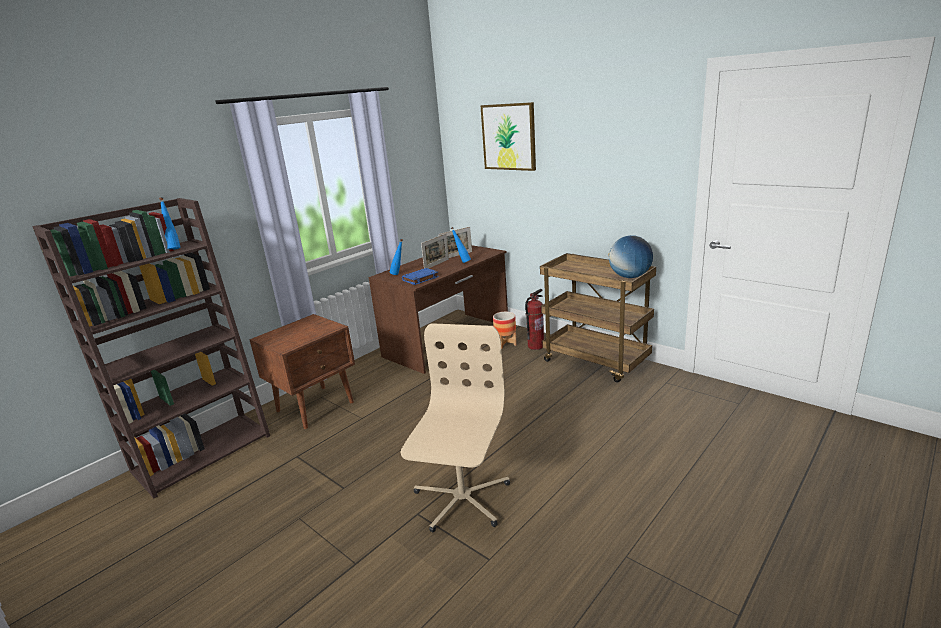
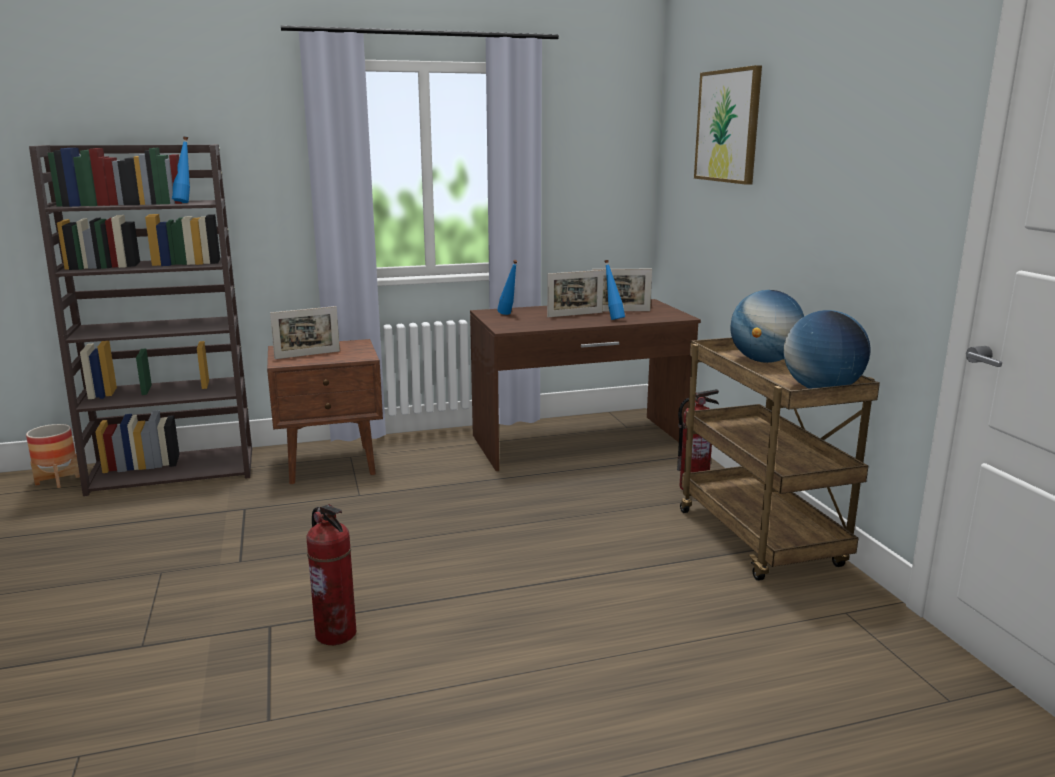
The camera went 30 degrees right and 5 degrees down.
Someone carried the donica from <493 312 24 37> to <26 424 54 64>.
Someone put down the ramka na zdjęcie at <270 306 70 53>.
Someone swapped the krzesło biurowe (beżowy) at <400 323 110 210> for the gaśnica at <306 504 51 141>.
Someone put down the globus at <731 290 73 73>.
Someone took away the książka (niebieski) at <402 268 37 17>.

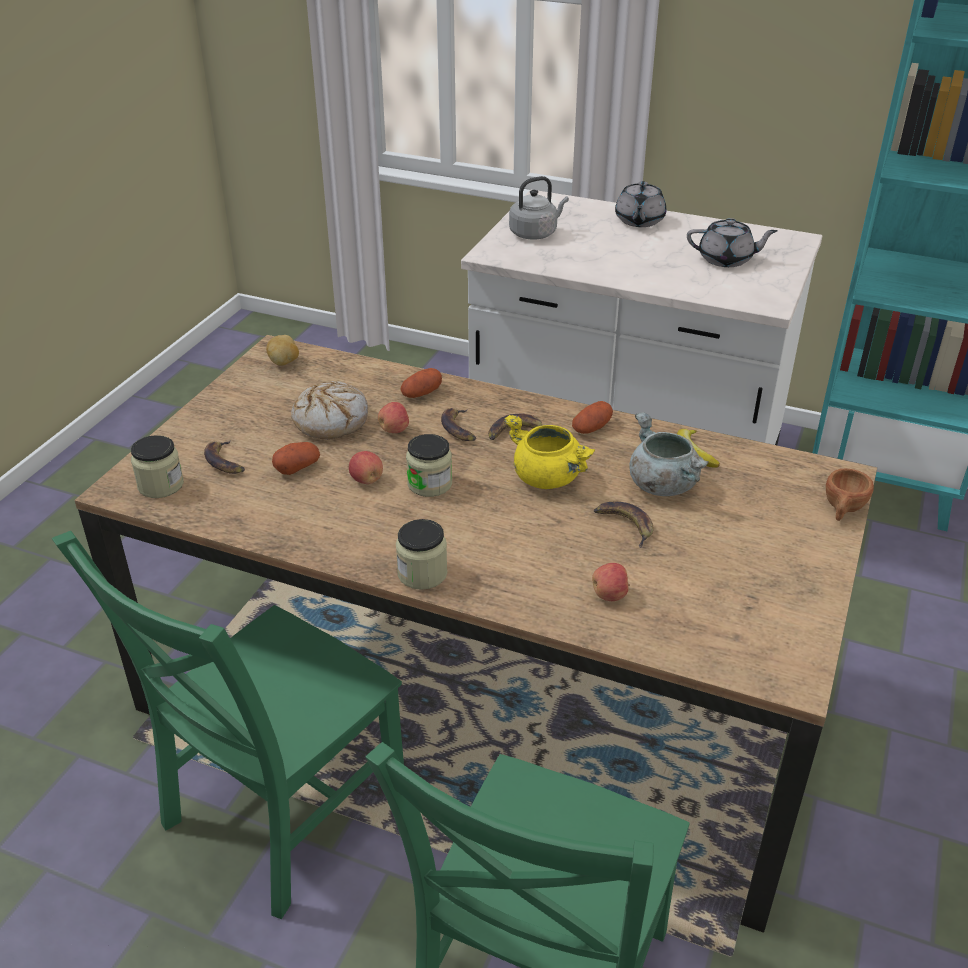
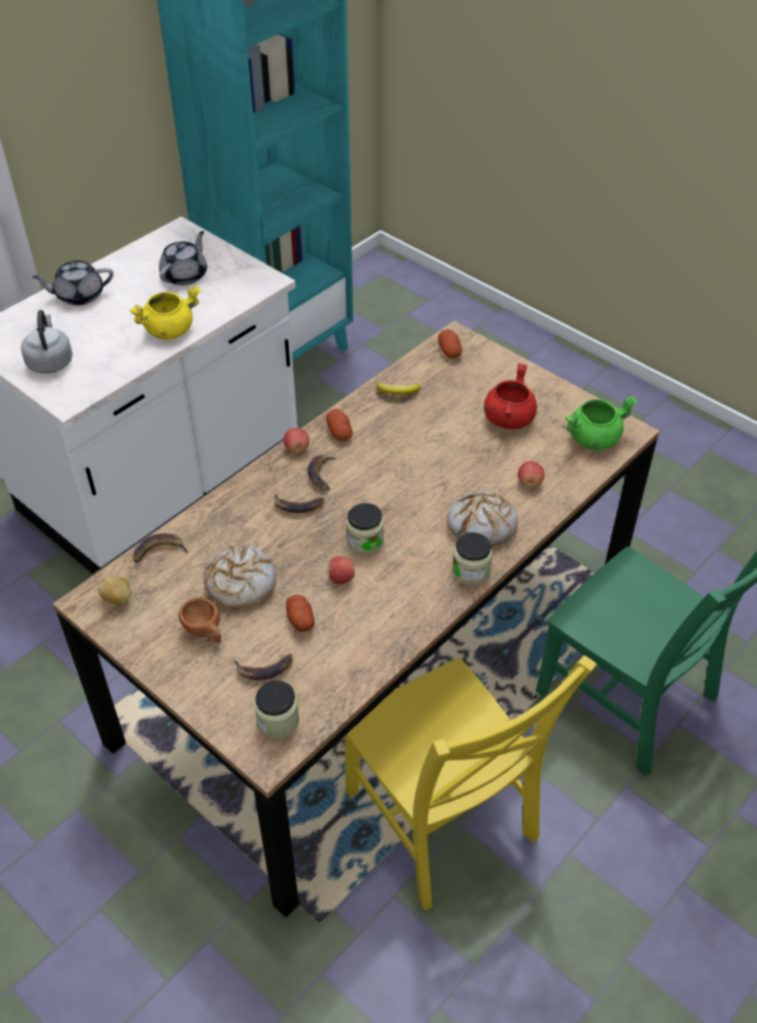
The camera went 70 degrees left and 10 degrees up.
Someone rotated the imbryk (szary) at <615 181 51 46> by 135 degrees clockwise.
Someone carried the garnek (żółty) from <504 415 91 74> to <130 285 71 55>.
Someone carried the banan from <594 502 60 46> to <133 533 56 30>.
Someone carried the filiżanka (brązowy) from <826 469 48 52> to <178 597 43 47>.
Someone carried the jabłko from <378 402 31 31> to <283 428 26 25>.
Someone repainted the krzesło (zielony) at <52 531 352 388>, which became the krzesło (żółty) at <344 655 253 255>.
Someone carried the ziemniak from <400 368 42 30> to <438 329 24 29>.
Someone put down the chleb at <447 491 71 55>.
Someone put down the garnek (czerwony) at <484 363 53 66>.
Someone put down the garnek (zielony) at <565 396 73 54>.
Someone took away the garnek (szary) at <630 412 79 84>.

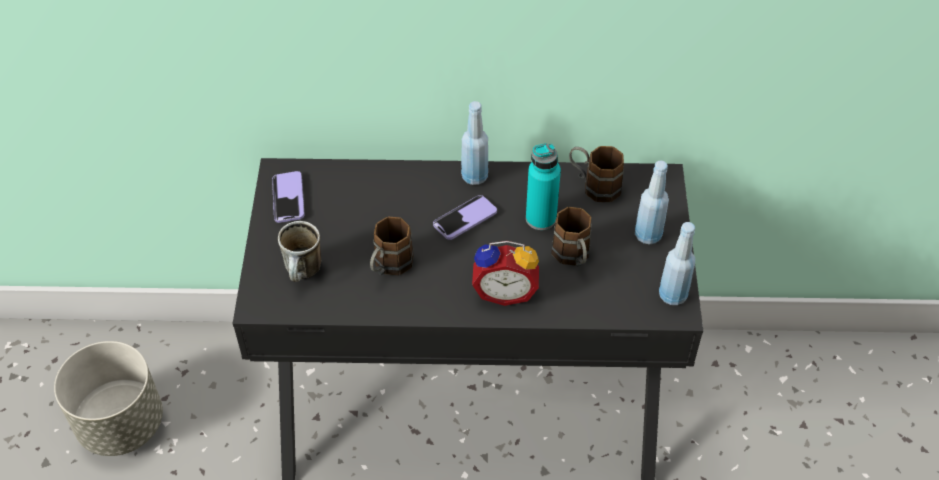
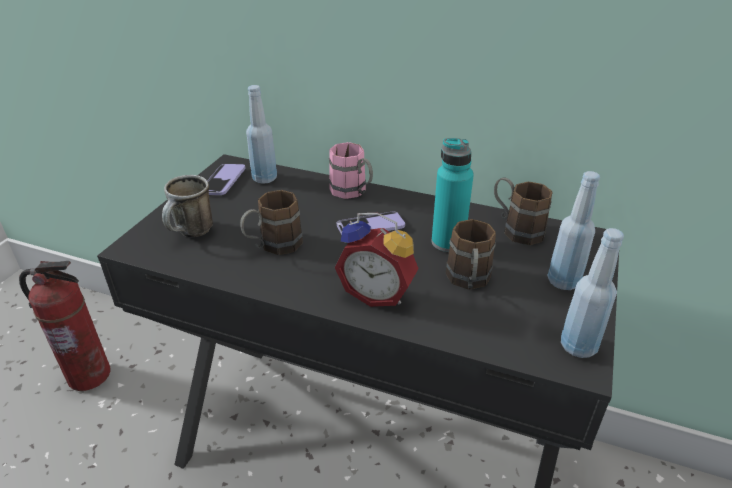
The camera went 20 degrees right and 15 degrees down.
Someone swapped the donica (szary) at <54 341 109 115> for the gaśnica at <19 261 91 130>.
Someone carried the butelka (niebieski) from <461 101 27 84> to <246 85 31 99>.
Someone put down the kubek (różowy) at <329 142 44 57>.

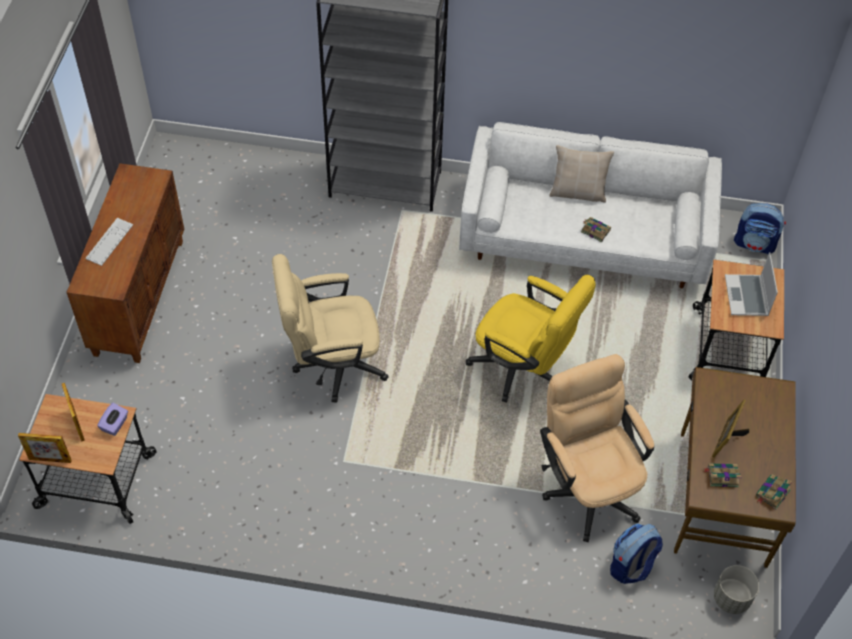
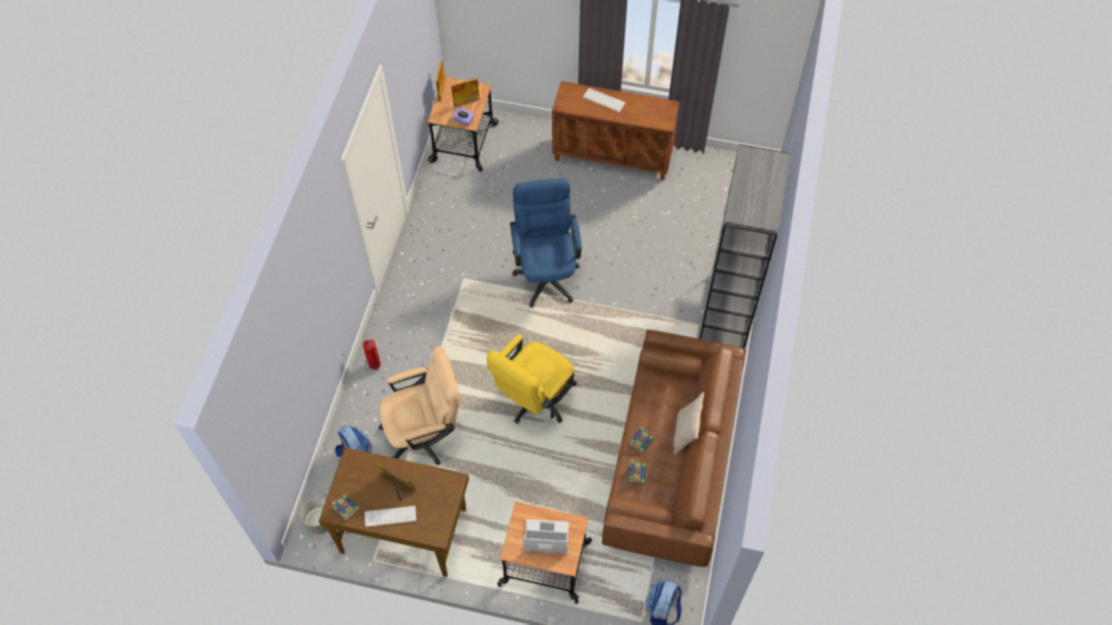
The camera went 95 degrees right and 5 degrees up.
Someone put down the gaśnica at <363 330 18 40>.
Someone put down the klawiatura at <365 506 51 21>.
Someone repainted the krzesło biurowe (beżowy) at <272 254 117 149>, which became the krzesło biurowe (niebieski) at <510 178 72 130>.
Someone repainted the kanapa (biały) at <459 122 263 166>, which became the kanapa (brązowy) at <602 330 144 237>.
Someone carried the książka from <704 463 38 24> to <627 460 19 25>.

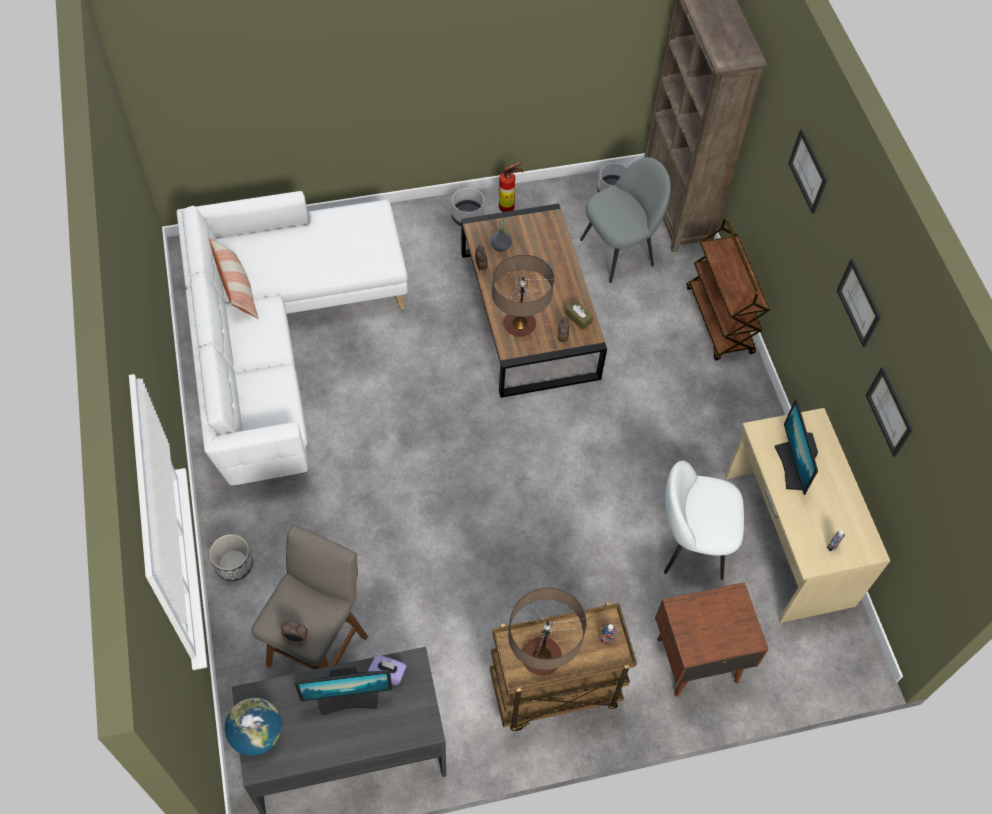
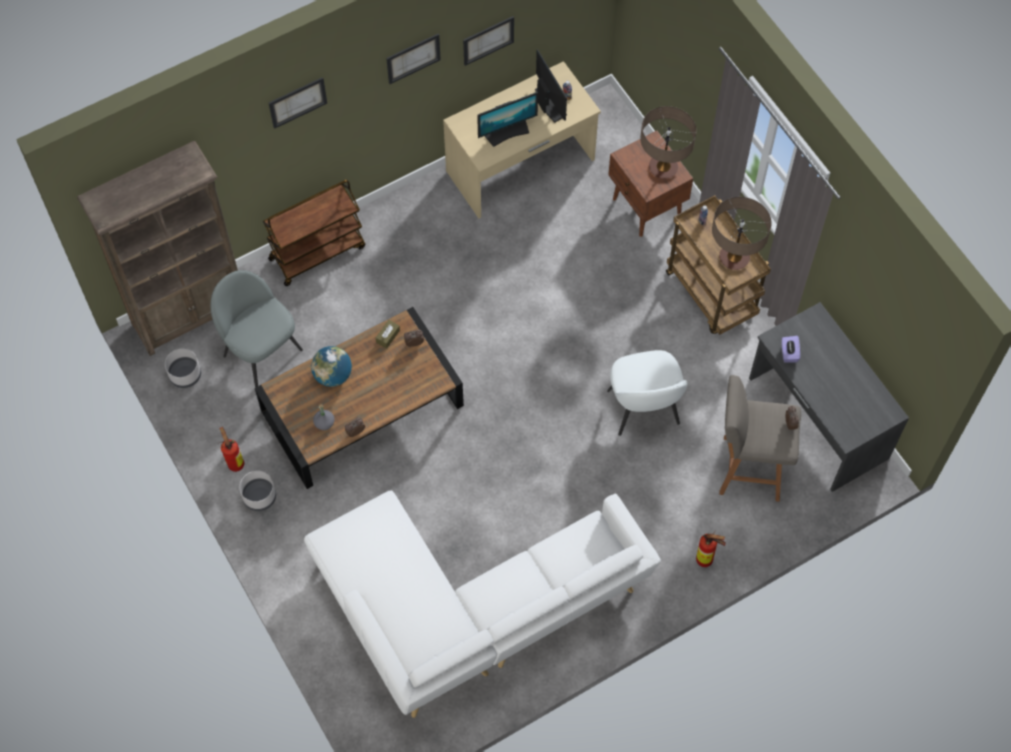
The camera went 105 degrees left and 5 degrees up.
Someone carried the globus from <225 698 57 58> to <311 346 41 41>.
Someone carried the monitor from <294 667 98 49> to <535 49 32 74>.
Someone carried the krzesło (biały) from <664 461 80 119> to <607 350 81 86>.
Someone carried the lampa stołowa from <492 255 62 82> to <640 106 56 73>.
Someone swapped the donica at <209 534 44 47> for the gaśnica at <696 531 30 36>.
Someone took away the poduszka at <208 238 51 81>.

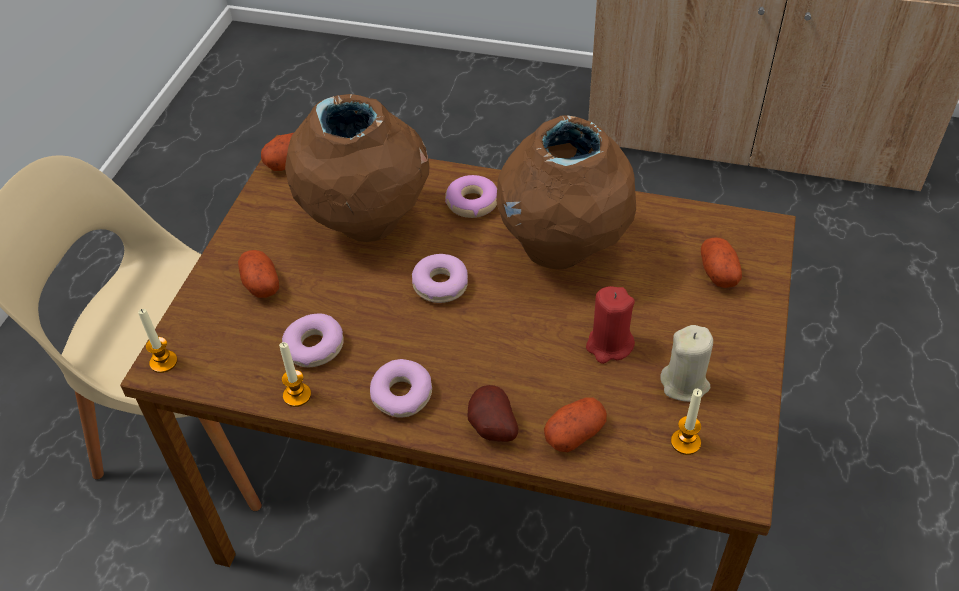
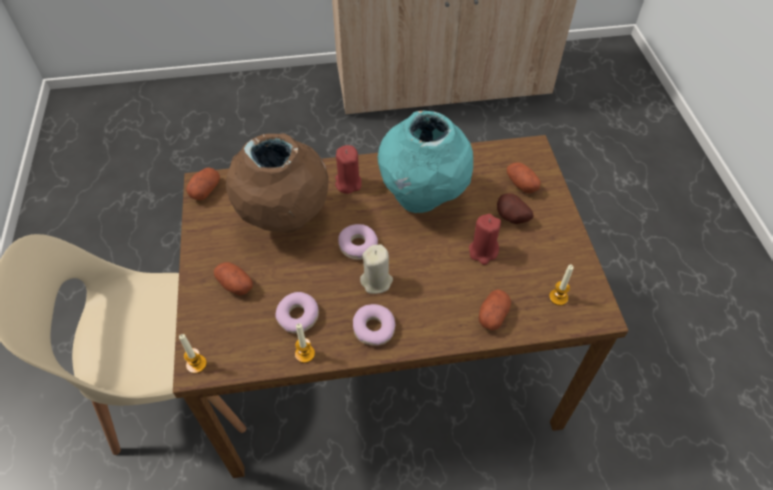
The camera went 25 degrees left and 5 degrees up.
Someone swapped the donut at <445 175 52 43> for the świeca (czerwony) at <335 145 27 49>.
Someone carried the świeca (beżowy) from <660 325 53 77> to <360 244 33 50>.
Someone repainted the wazon (brązowy) at <496 115 140 154>, which became the wazon (turkusowy) at <377 111 96 102>.
Someone carried the ziemniak from <467 385 51 57> to <497 193 36 31>.

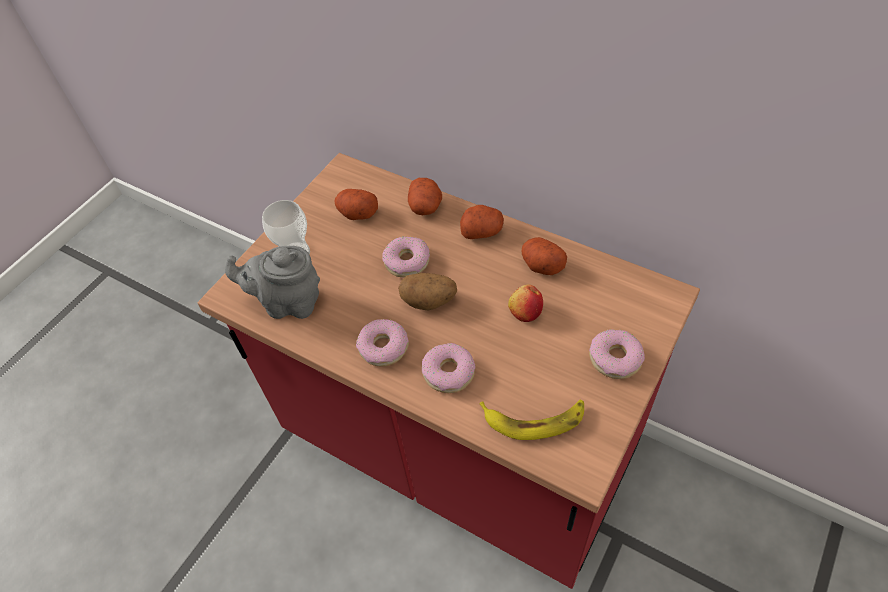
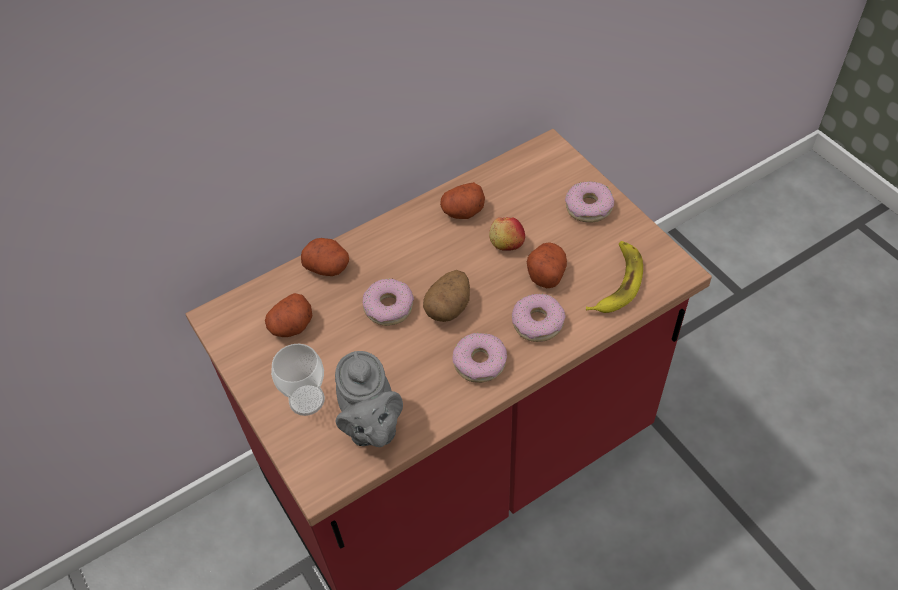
The camera went 65 degrees left and 0 degrees up.
Someone rotated the imbryk (szary) at <225 246 95 73> by 45 degrees counterclockwise.
Someone carried the ziemniak from <460 205 44 34> to <527 242 40 46>.

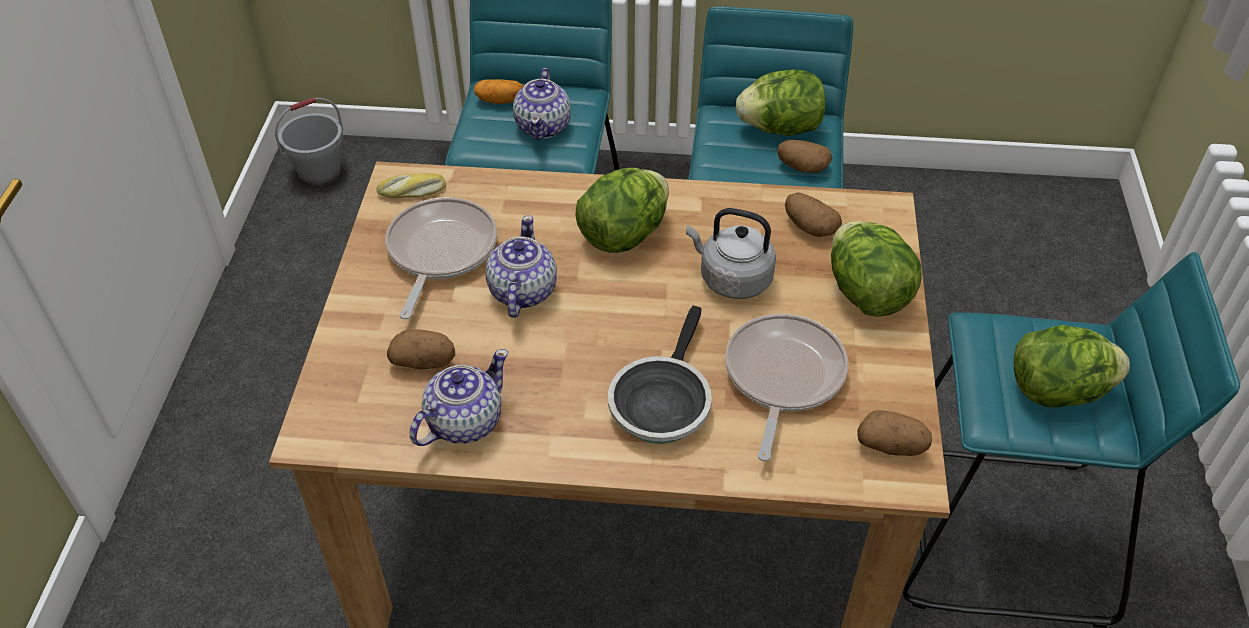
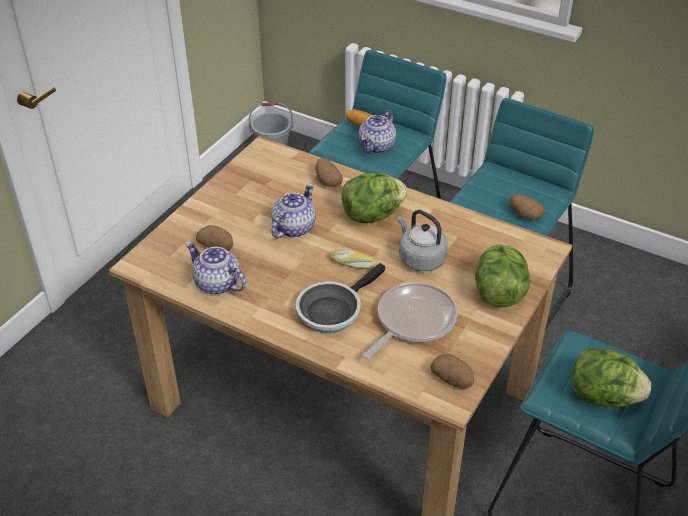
The camera went 25 degrees right and 5 degrees down.
Someone rotated the imbryk at <410 349 99 97> by 120 degrees counterclockwise.
Someone carried the ziemniak from <785 192 57 45> to <315 157 28 30>.
Someone carried the chleb from <377 173 69 25> to <330 249 47 20>.
Someone took away the patelnia at <385 197 112 122>.
Someone took away the sałata at <736 69 90 67>.

